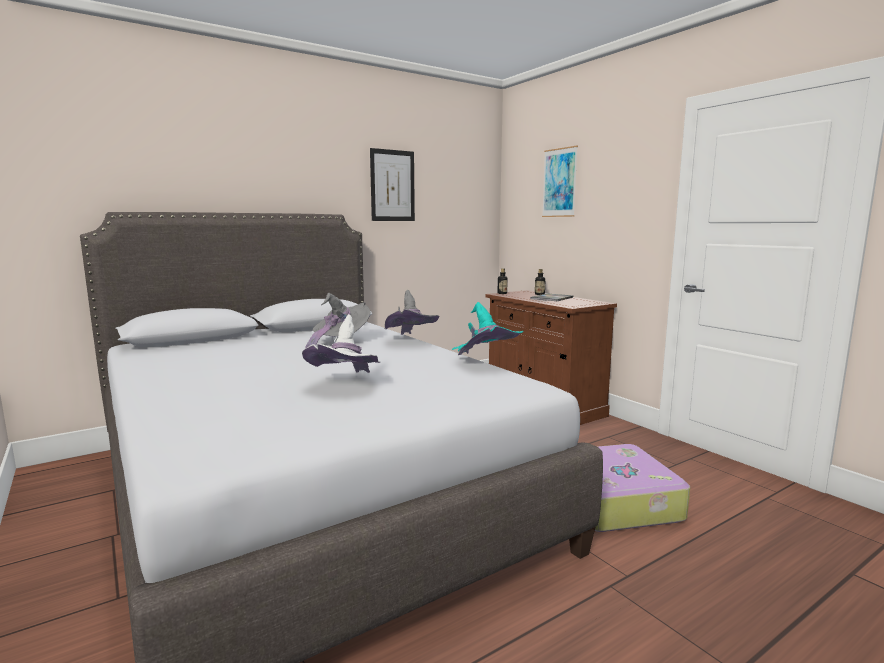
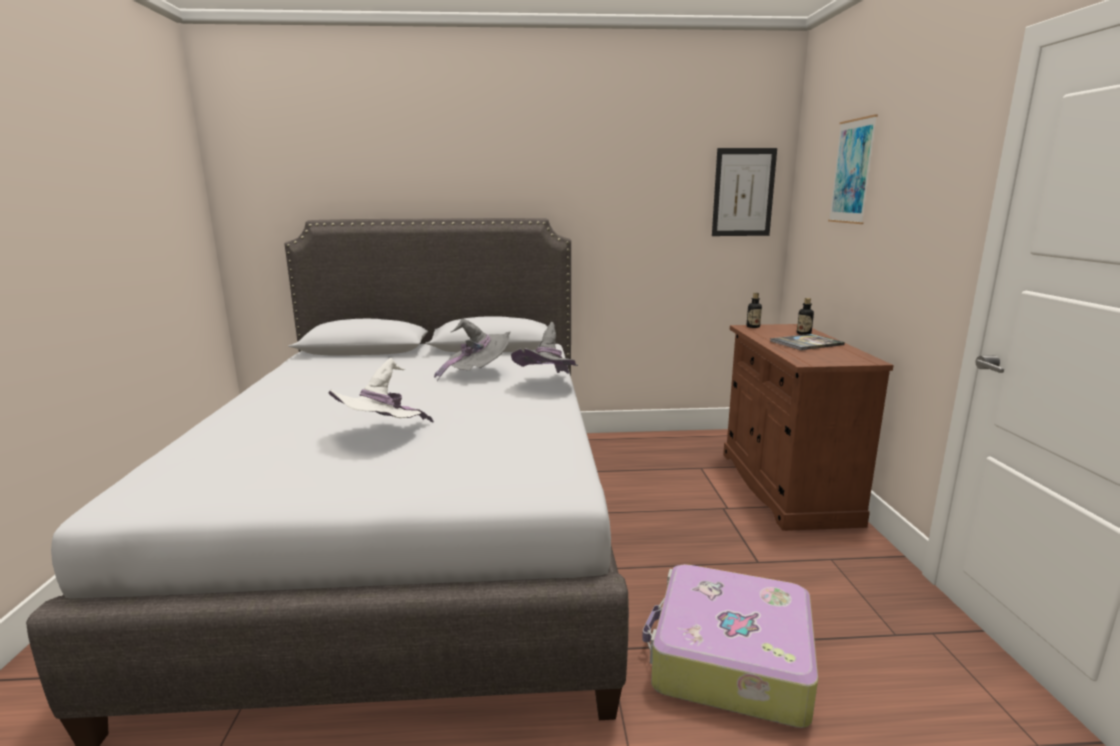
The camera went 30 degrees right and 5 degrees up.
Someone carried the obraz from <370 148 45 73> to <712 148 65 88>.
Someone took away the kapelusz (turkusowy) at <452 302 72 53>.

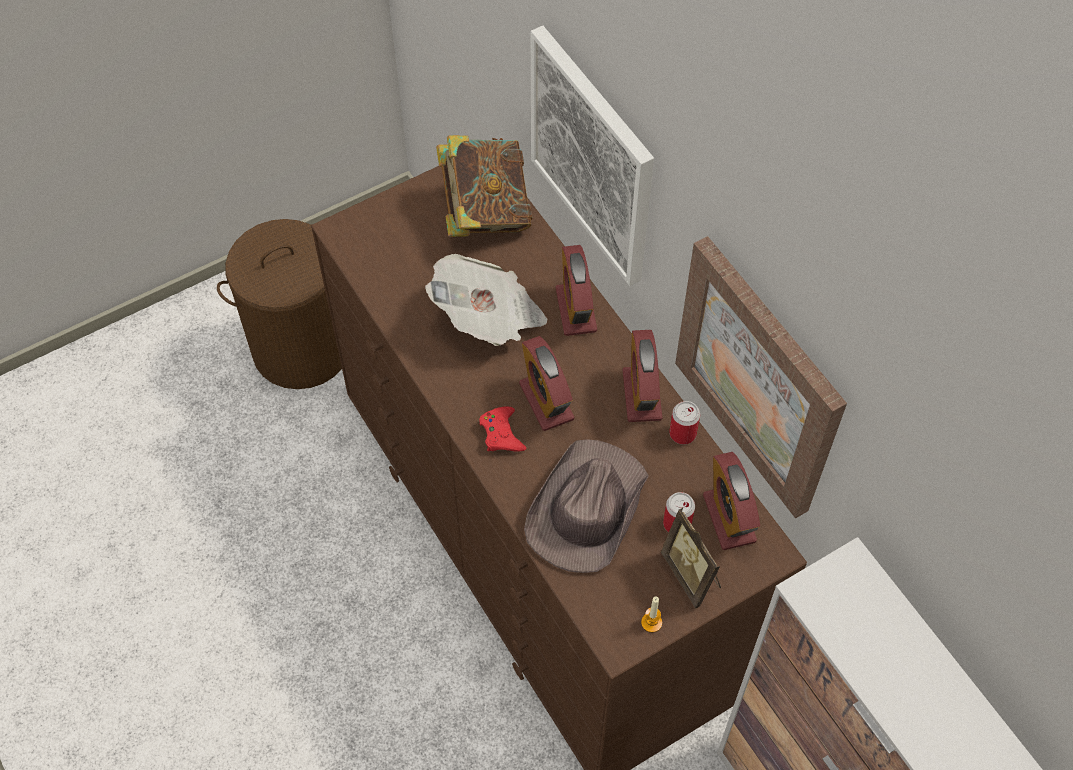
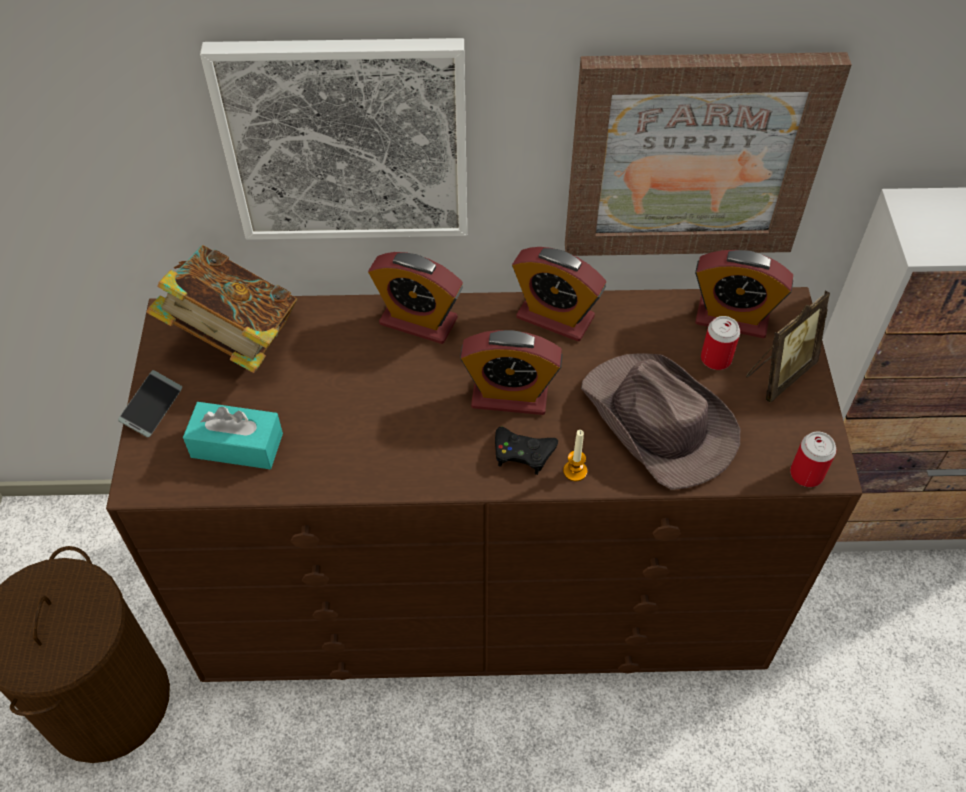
The camera went 60 degrees left and 5 degrees down.
Someone put down the telefon at <118 370 64 68>.
Someone put down the pudełko chusteczek (turkusowy) at <183 402 100 67>.
Someone repainted the pad do gier (czerwony) at <479 406 48 46>, which became the pad do gier (czarny) at <495 427 63 48>.
Someone carried the świeca from <641 597 21 36> to <563 430 24 51>.
Someone rotated the ramka na zdjęcie at <661 508 60 101> by 45 degrees counterclockwise.
Someone carried the puszka from <669 401 31 44> to <790 431 46 56>.
Someone took away the gazeta at <425 254 123 92>.

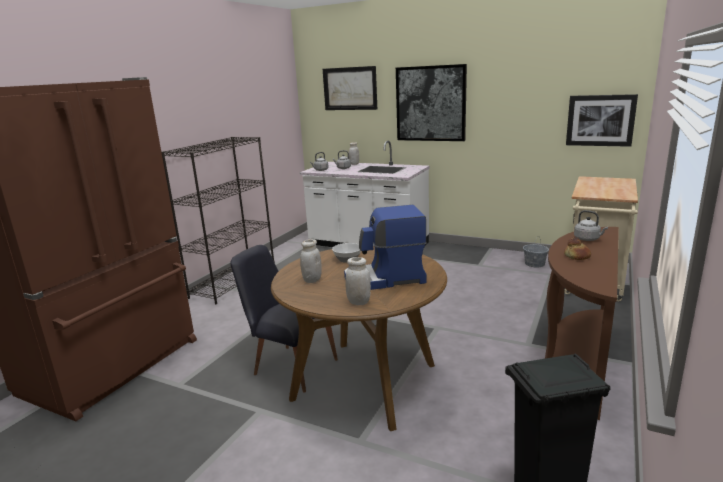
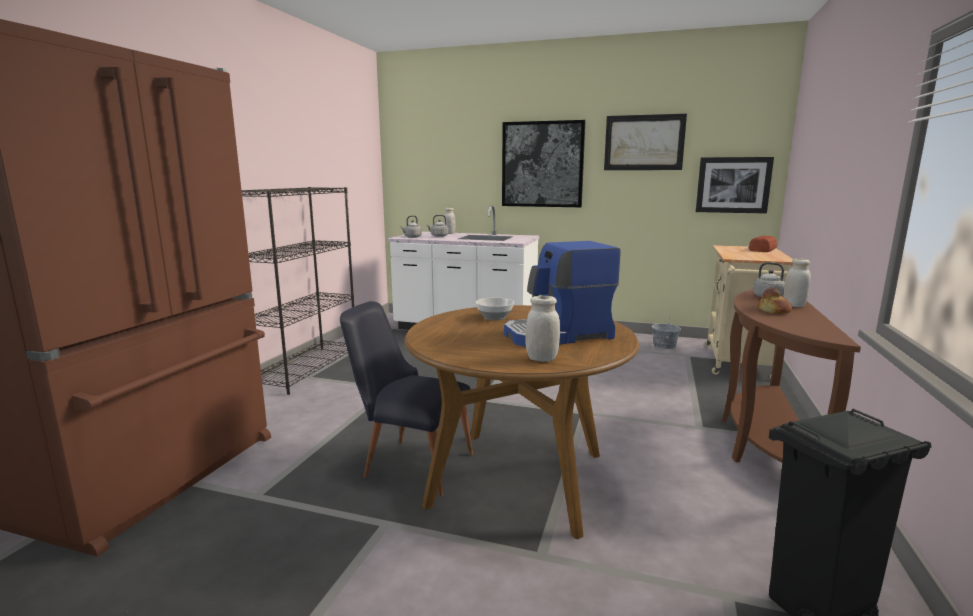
The camera went 10 degrees left and 5 degrees down.
Someone carried the obraz from <323 66 54 44> to <604 114 83 56>.
Someone put down the chleb at <749 236 28 16>.
Someone carried the słoik (biały) from <300 239 22 44> to <784 258 27 49>.

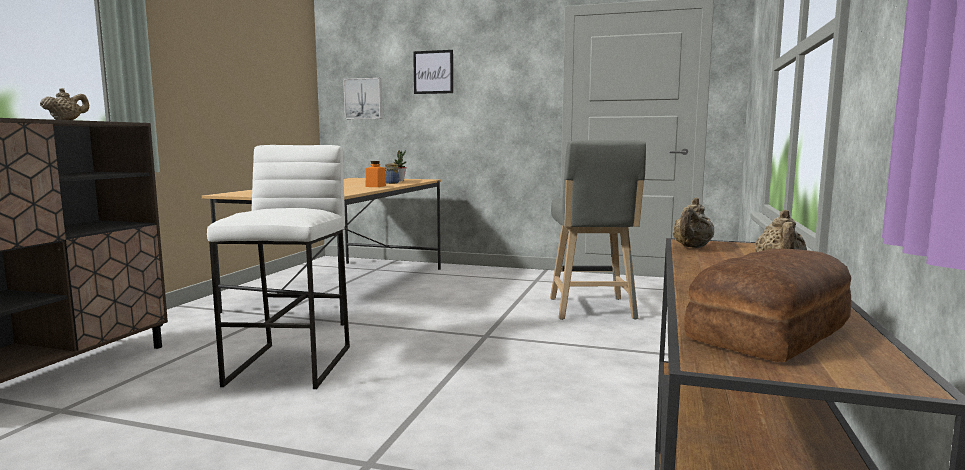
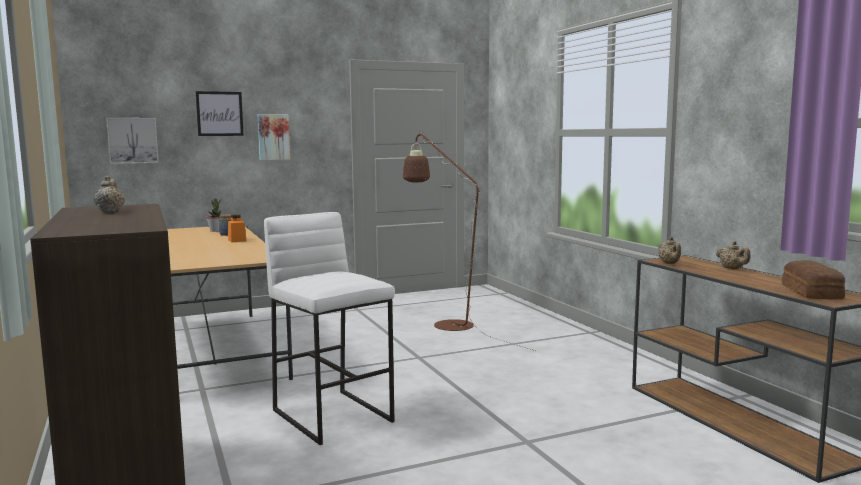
The camera went 40 degrees left and 0 degrees up.
Someone put up the obraz at <258 114 32 46>.
Someone swapped the stołek (szary) at <550 140 96 180> for the lampa stojąca (brązowy) at <403 132 133 219>.

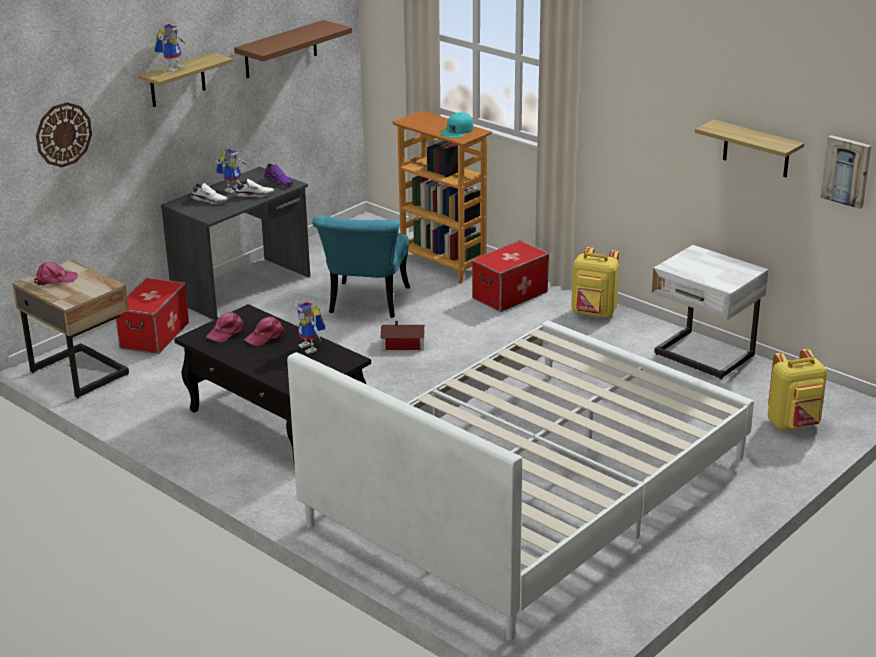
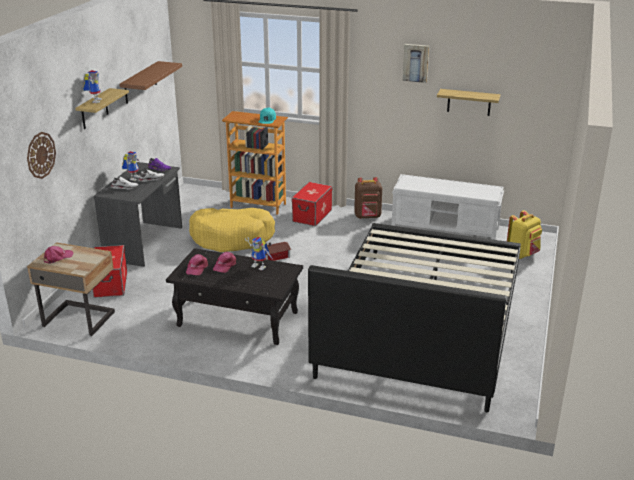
The camera went 25 degrees left and 0 degrees up.
Someone swapped the krzesło (turkusowy) at <312 215 98 103> for the legowisko (żółty) at <189 208 86 44>.
Someone repainted the łóżko (biały) at <287 321 467 320>, which became the łóżko (czarny) at <308 223 213 189>.
Someone repainted the plecak (żółty) at <571 247 48 71>, which became the plecak (brązowy) at <354 177 28 42>.
Someone swapped the szafka nocna (biały) at <652 245 117 134> for the ławka (biały) at <392 174 112 66>.
Someone carried the obraz from <821 135 51 74> to <402 44 27 39>.

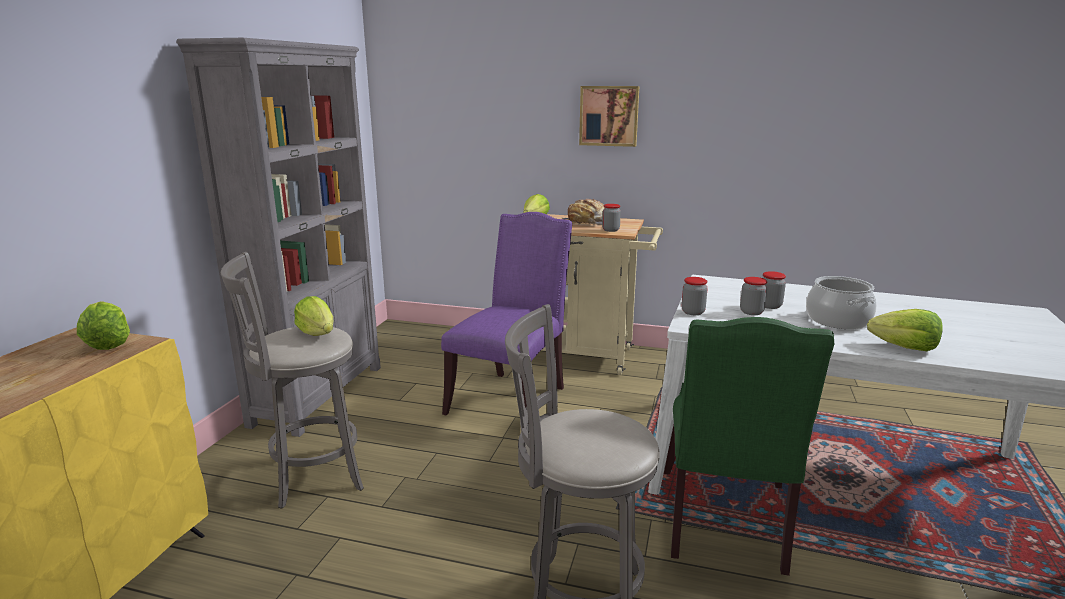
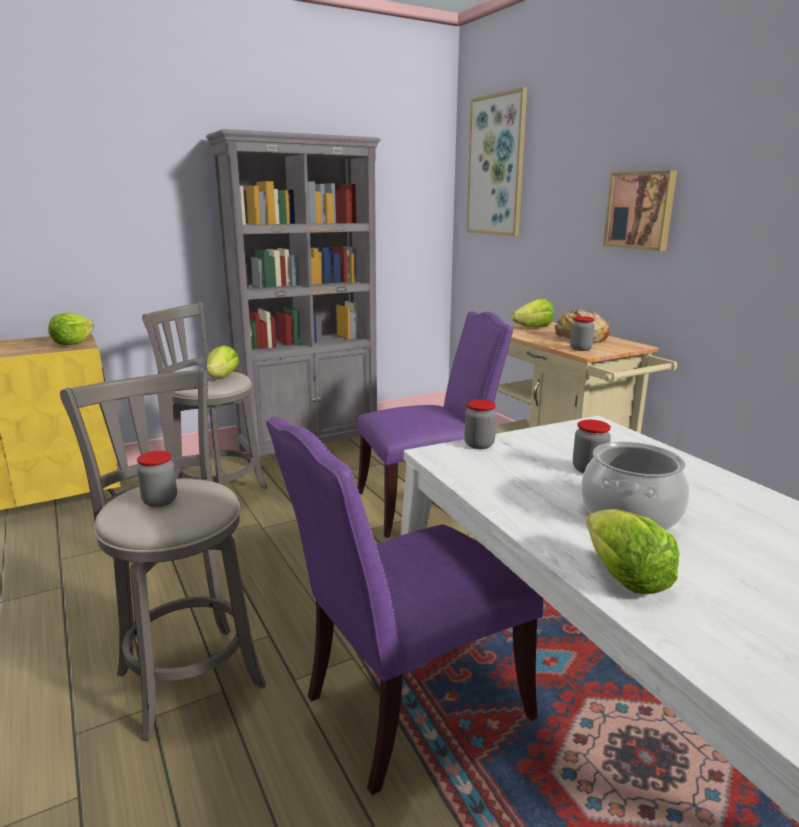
The camera went 45 degrees right and 0 degrees up.
Someone carried the słoik from <740 277 27 38> to <137 451 40 56>.
Someone repainted the krzesło (zielony) at <664 317 171 259>, which became the krzesło (fioletowy) at <267 417 276 378>.
Someone put up the obraz at <467 87 60 149>.

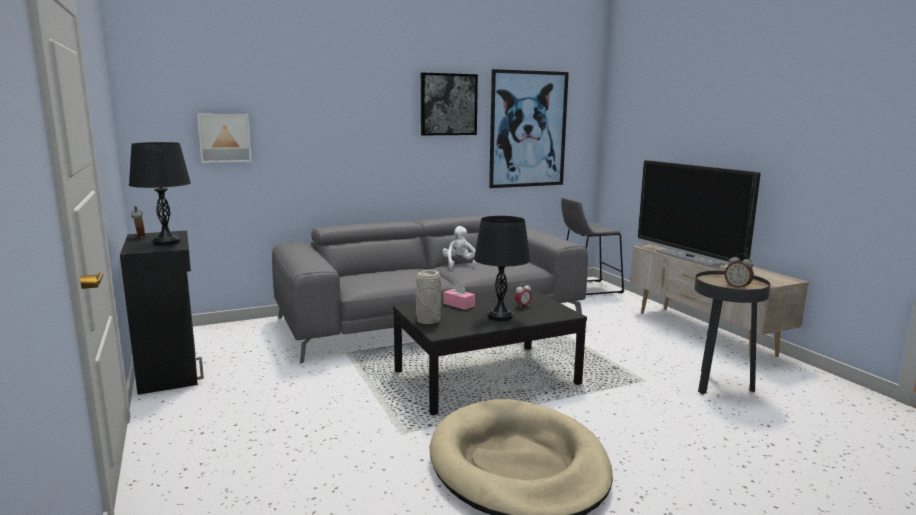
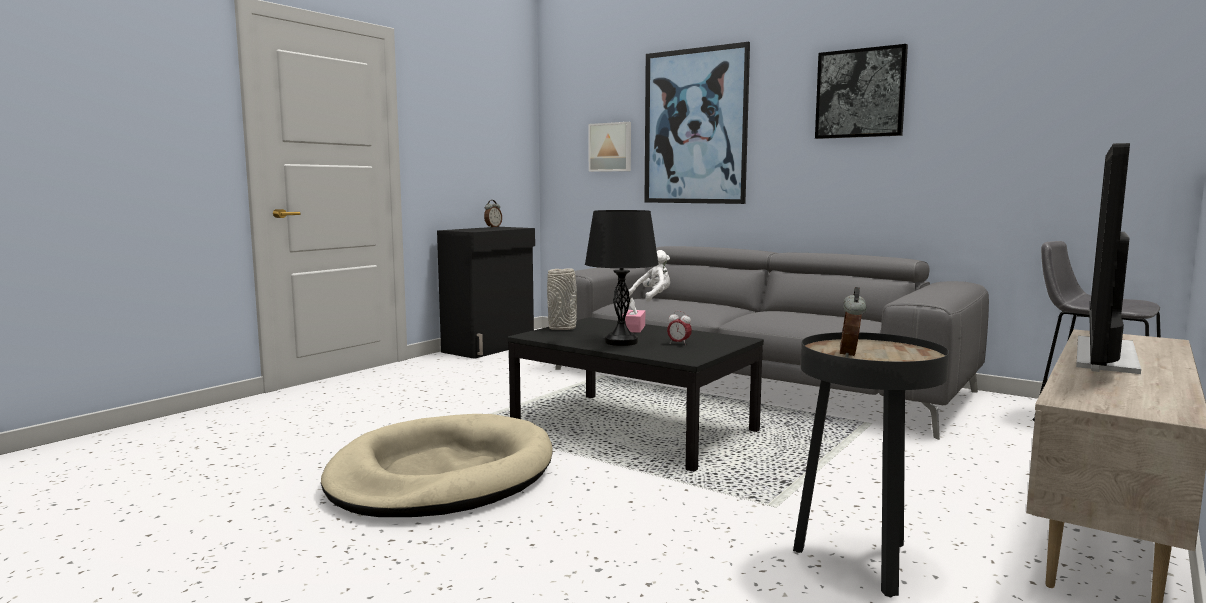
The camera went 60 degrees right and 5 degrees down.
Someone carried the pluszak (biały) from <442 226 35 42> to <628 250 42 52>.
Someone carried the obraz from <489 69 80 119> to <644 42 106 162>.
Someone took away the lampa stołowa (czarny) at <129 142 62 104>.

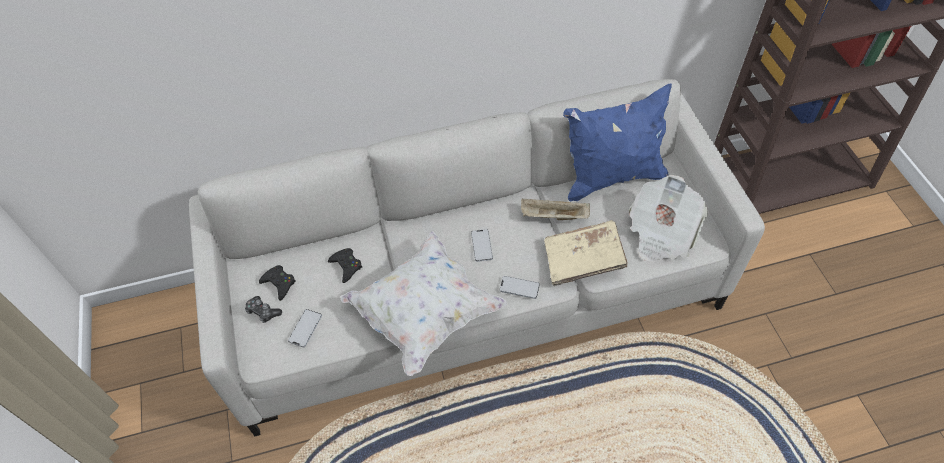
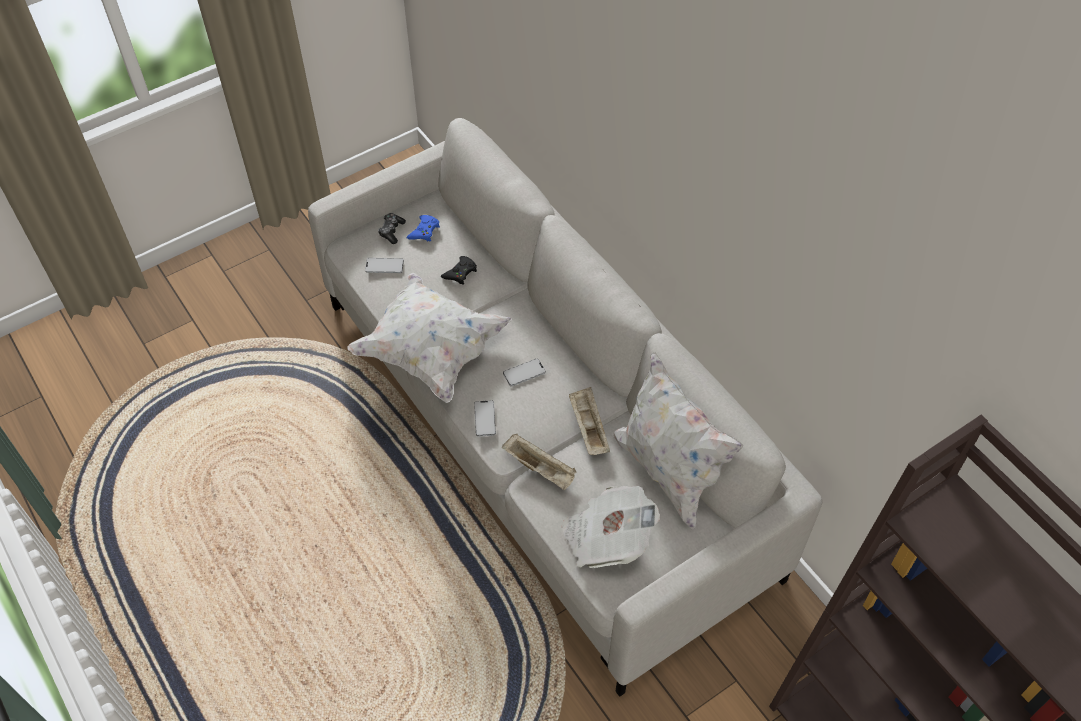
The camera went 70 degrees right and 0 degrees up.
Someone repainted the pad do gier (czarny) at <259 265 37 36>, which became the pad do gier (niebieski) at <407 215 33 27>.
Someone swapped the książka (beżowy) at <544 220 84 66> for the taca (beżowy) at <502 434 74 56>.
Someone repainted the poduszka (niebieski) at <563 83 109 118>, which became the poduszka (biały) at <613 352 130 178>.

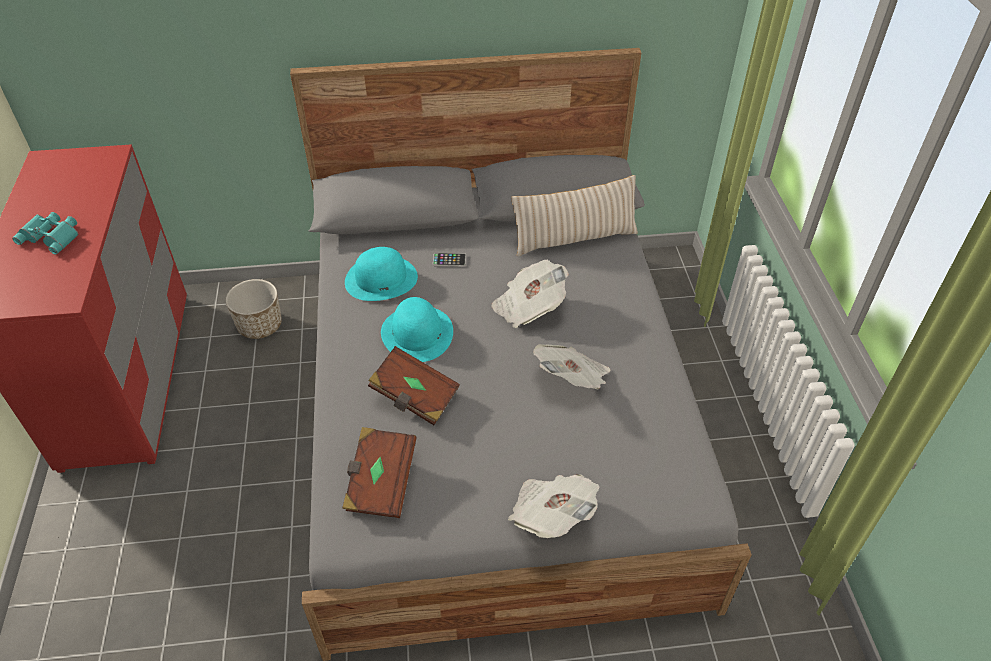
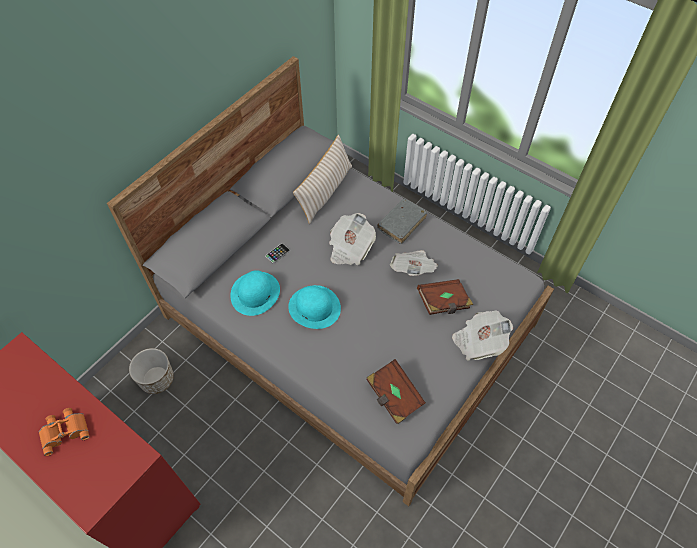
The camera went 45 degrees left and 10 degrees up.
Someone repainted the lornetka (turkusowy) at <12 212 66 43>, which became the lornetka (pomarańczowy) at <39 408 51 48>.
Someone put down the książka (szary) at <377 199 50 45>.
Someone carried the książka (brązowy) from <368 346 92 79> to <417 279 56 36>.

